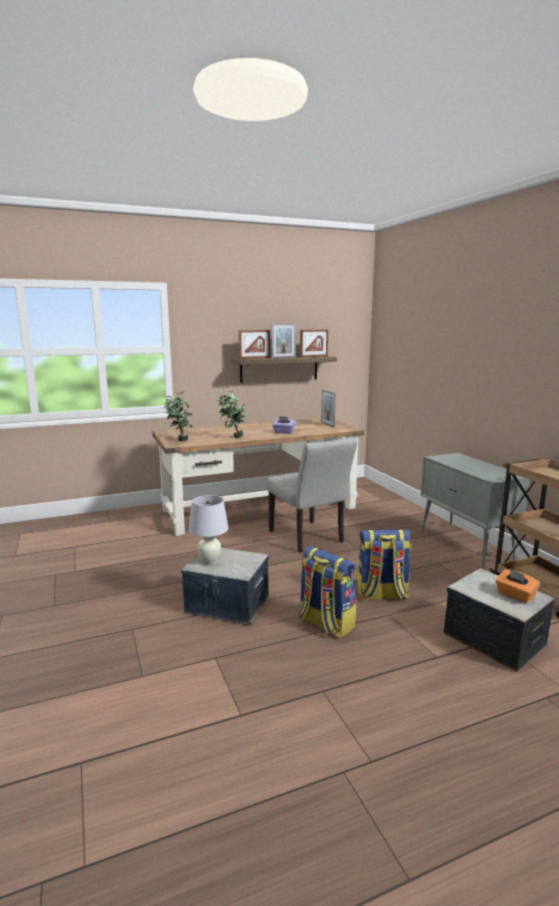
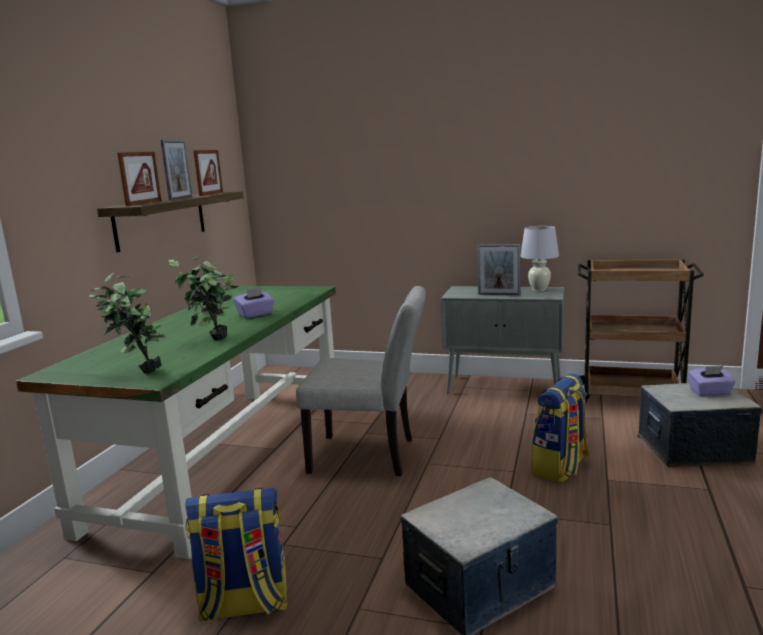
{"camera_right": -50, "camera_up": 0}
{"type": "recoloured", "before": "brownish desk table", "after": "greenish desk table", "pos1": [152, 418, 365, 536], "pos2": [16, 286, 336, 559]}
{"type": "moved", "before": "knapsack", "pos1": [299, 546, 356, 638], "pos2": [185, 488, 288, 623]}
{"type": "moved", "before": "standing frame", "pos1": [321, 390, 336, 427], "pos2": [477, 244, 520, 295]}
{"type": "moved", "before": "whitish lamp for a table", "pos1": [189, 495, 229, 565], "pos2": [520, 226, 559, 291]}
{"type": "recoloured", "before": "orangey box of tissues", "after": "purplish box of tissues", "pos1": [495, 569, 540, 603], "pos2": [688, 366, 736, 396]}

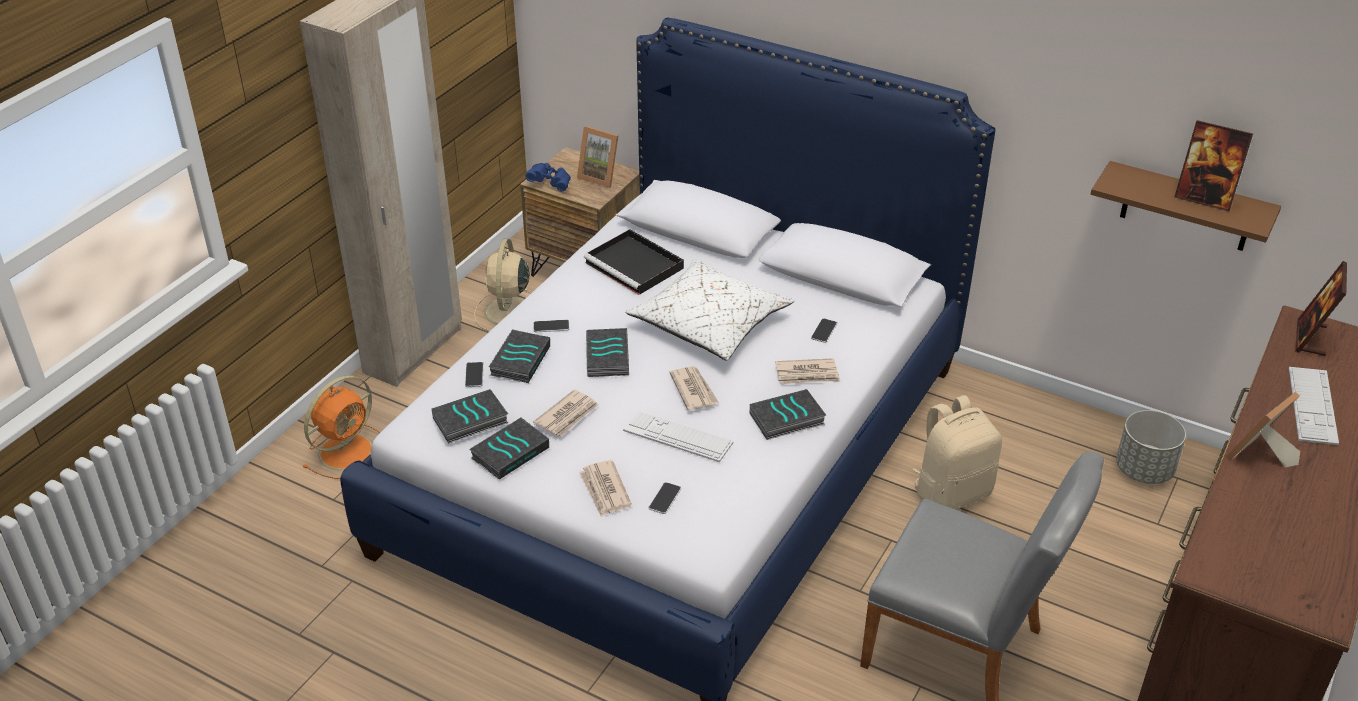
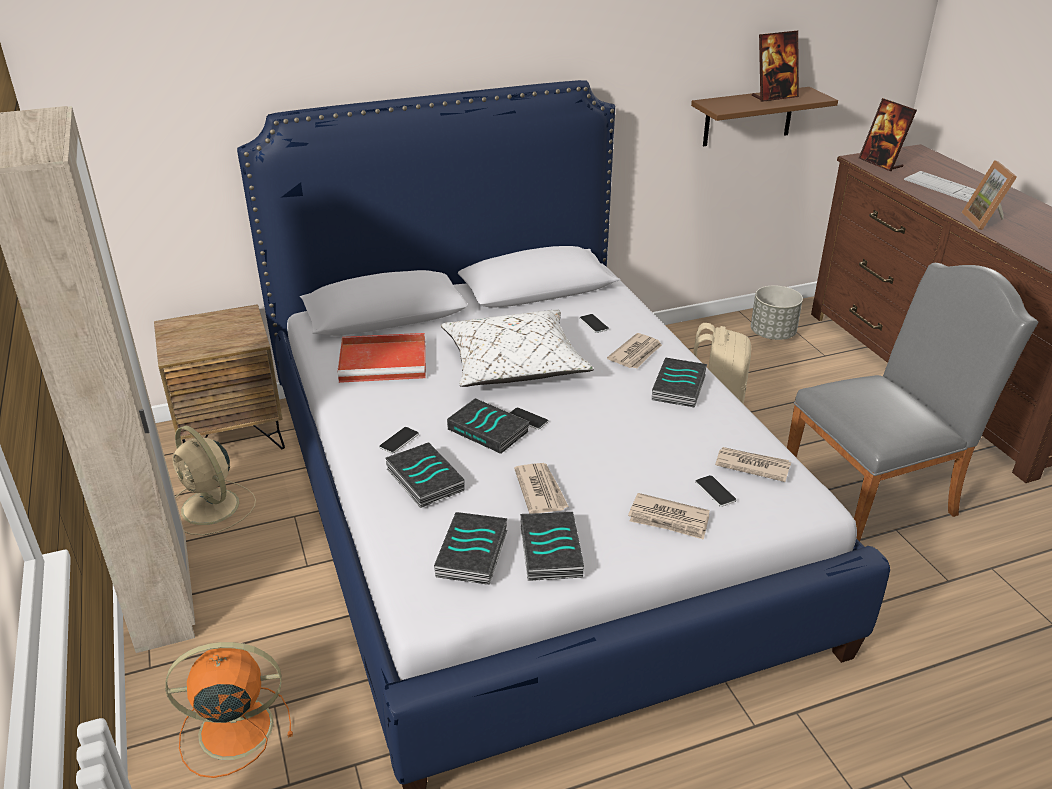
{"camera_right": -50, "camera_up": -5}
{"type": "turned", "before": "orangey fan", "pos1": [303, 375, 380, 479], "pos2": [165, 642, 293, 778], "turn": -90}
{"type": "recoloured", "before": "black-coloured carrying tray", "after": "red carrying tray", "pos1": [584, 229, 684, 295], "pos2": [337, 333, 426, 383]}
{"type": "moved", "before": "telephone", "pos1": [465, 362, 484, 387], "pos2": [510, 407, 549, 430]}
{"type": "moved", "before": "newspaper", "pos1": [669, 366, 719, 411], "pos2": [715, 447, 791, 482]}
{"type": "removed", "before": "blue binoculars", "pos1": [525, 163, 571, 191]}
{"type": "removed", "before": "standing frame", "pos1": [577, 126, 619, 188]}
{"type": "removed", "before": "PC keyboard", "pos1": [623, 411, 734, 462]}

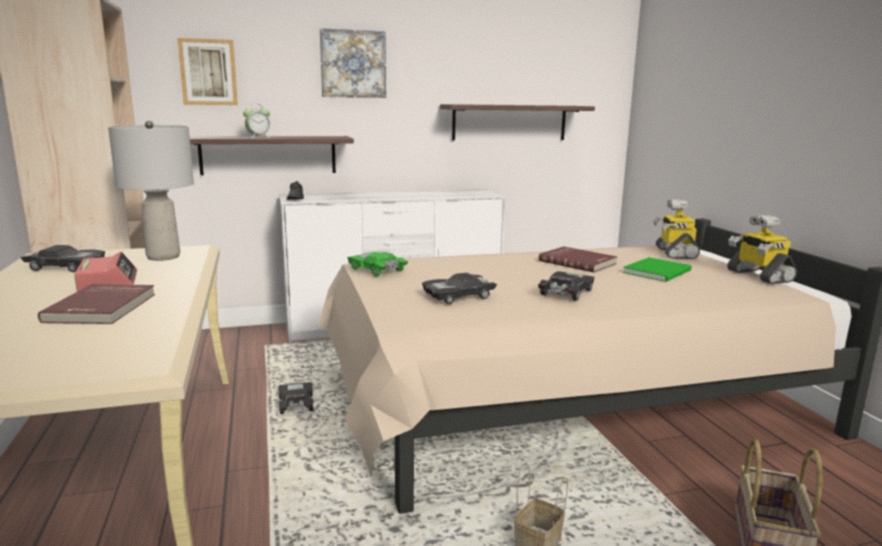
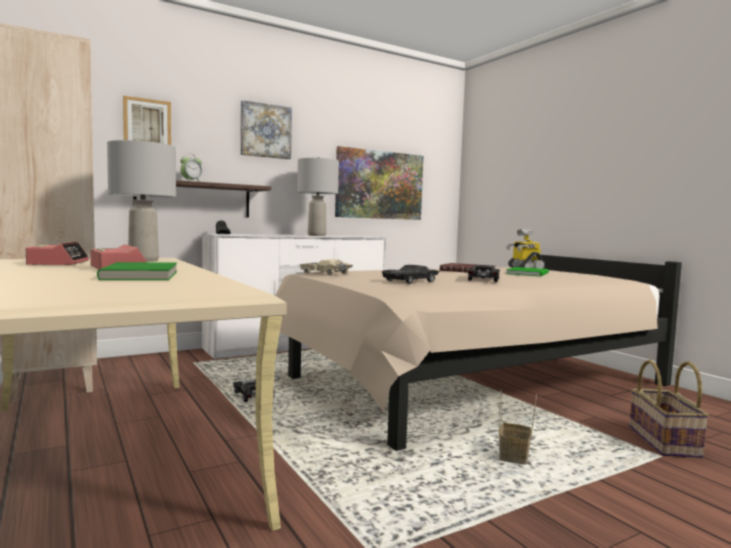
{"camera_right": -15, "camera_up": -10}
{"type": "replaced", "before": "black-coloured toy car", "after": "bedside clock", "pos1": [20, 245, 105, 272], "pos2": [26, 241, 89, 265]}
{"type": "recoloured", "before": "red book", "after": "greenish book", "pos1": [38, 284, 155, 324], "pos2": [97, 262, 177, 280]}
{"type": "added", "after": "grey lamp for a table", "pos2": [297, 157, 339, 236]}
{"type": "recoloured", "before": "greenish toy car", "after": "beige-coloured toy car", "pos1": [347, 252, 408, 277], "pos2": [300, 259, 353, 276]}
{"type": "replaced", "before": "bracket shelf", "after": "picture", "pos1": [440, 104, 595, 140], "pos2": [335, 146, 423, 220]}
{"type": "removed", "before": "toy robot", "pos1": [727, 215, 797, 284]}

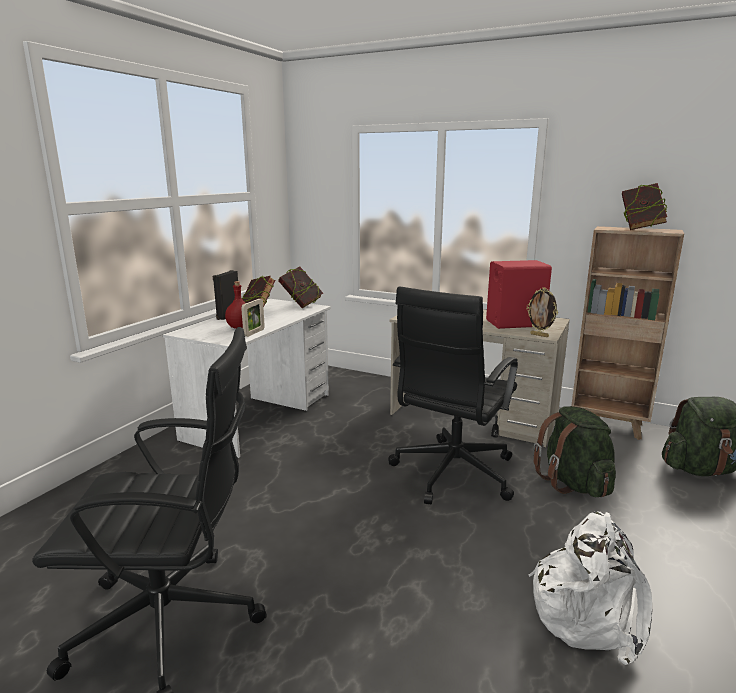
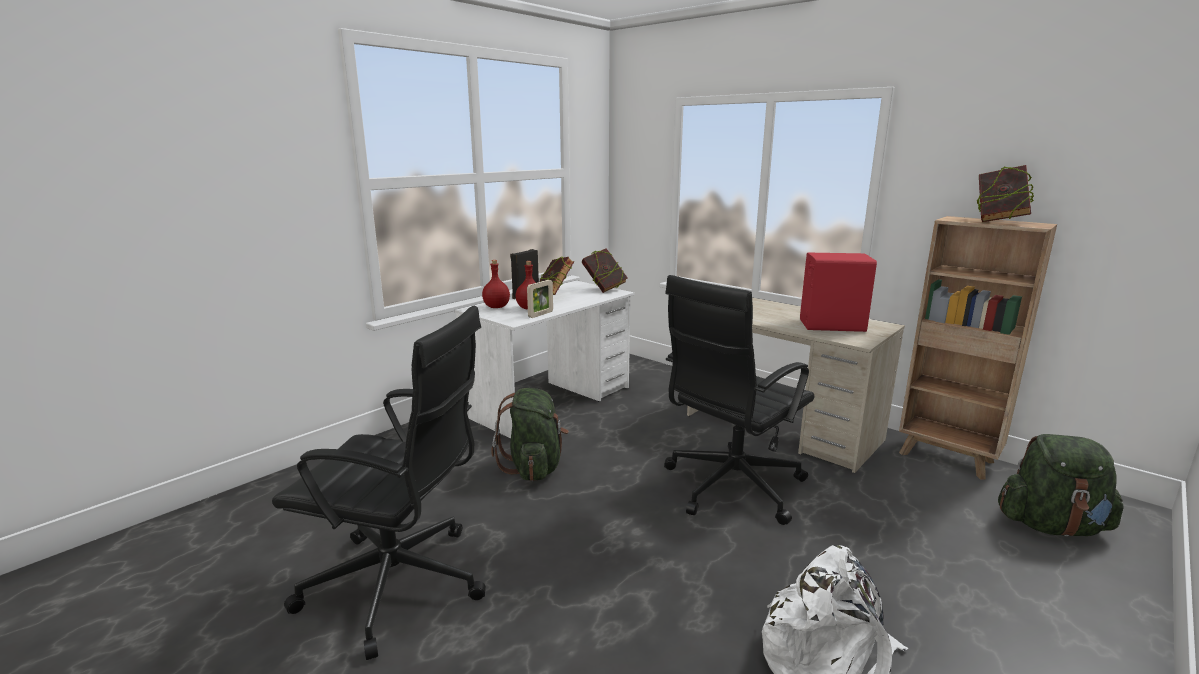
{"camera_right": 15, "camera_up": 0}
{"type": "added", "after": "red beverage bottle", "pos2": [482, 260, 510, 308]}
{"type": "moved", "before": "greenish knapsack", "pos1": [534, 406, 616, 498], "pos2": [491, 388, 569, 481]}
{"type": "removed", "before": "standing frame", "pos1": [526, 287, 558, 337]}

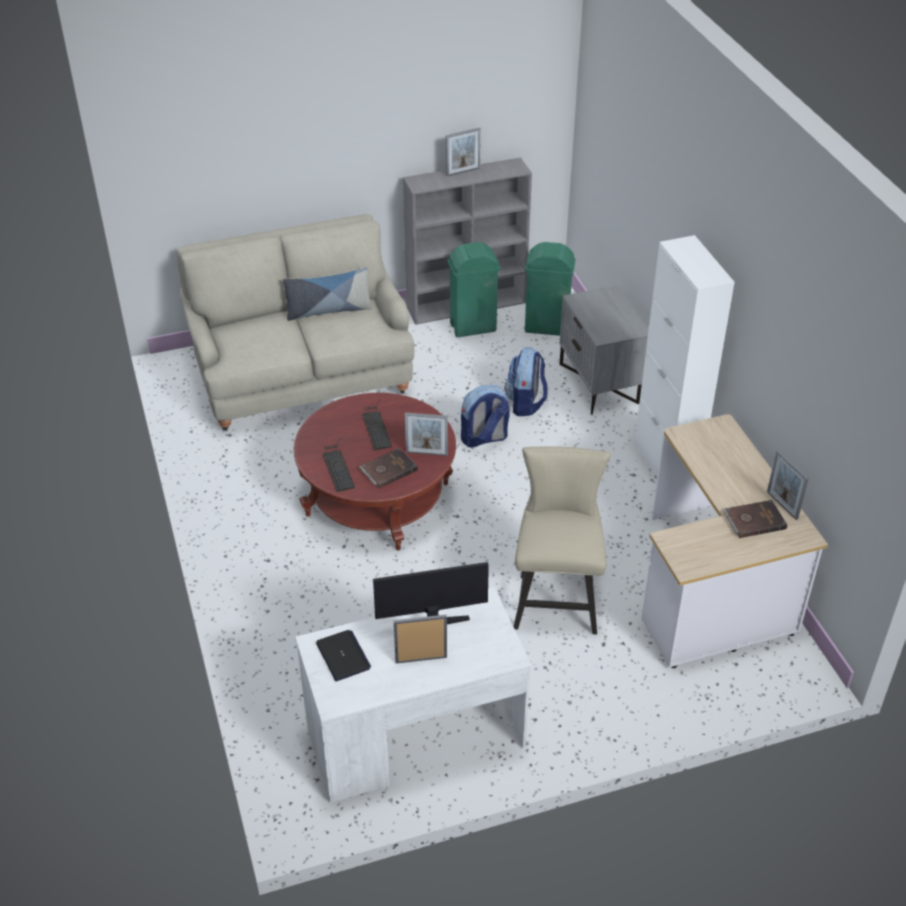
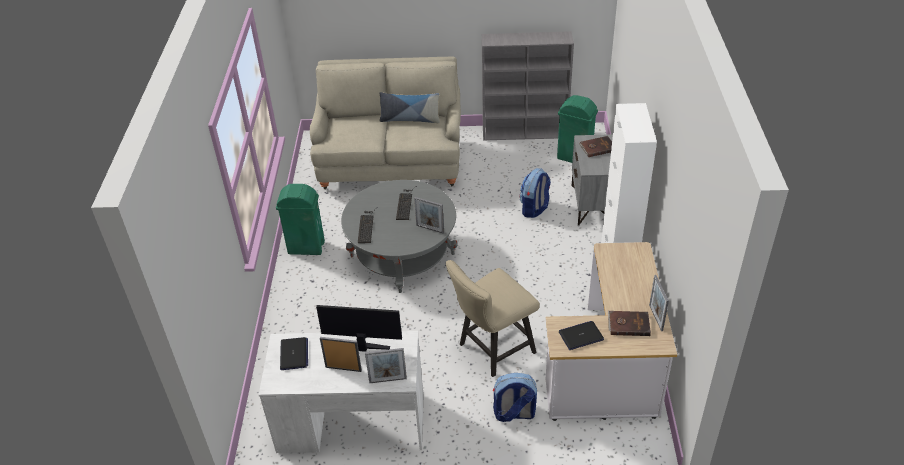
{"camera_right": 20, "camera_up": 0}
{"type": "moved", "before": "greenish rubbish bin", "pos1": [447, 242, 501, 337], "pos2": [276, 184, 325, 255]}
{"type": "recoloured", "before": "red coffee table", "after": "grey coffee table", "pos1": [293, 393, 456, 550], "pos2": [341, 180, 457, 293]}
{"type": "moved", "before": "standing frame", "pos1": [446, 128, 481, 177], "pos2": [365, 348, 407, 384]}
{"type": "turned", "before": "beige-coloured chair", "pos1": [514, 446, 611, 635], "pos2": [446, 260, 540, 377], "turn": -150}
{"type": "moved", "before": "knapsack", "pos1": [461, 385, 510, 448], "pos2": [493, 373, 537, 422]}
{"type": "added", "after": "laptop", "pos2": [559, 321, 604, 350]}
{"type": "moved", "before": "brownish book", "pos1": [359, 448, 418, 488], "pos2": [579, 136, 612, 157]}

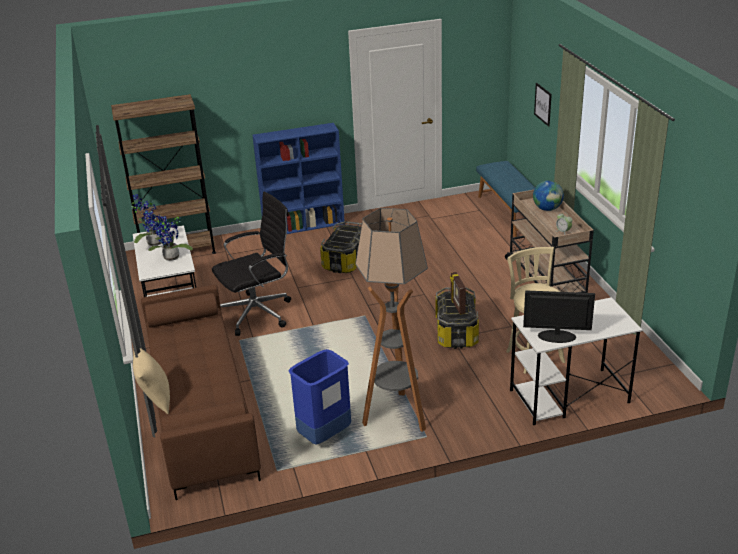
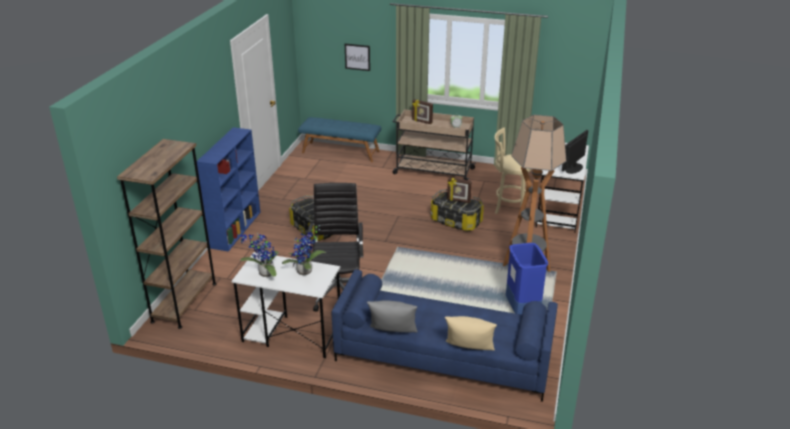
{"camera_right": -60, "camera_up": 0}
{"type": "recoloured", "before": "brownish sofa", "after": "blue sofa", "pos1": [141, 284, 261, 500], "pos2": [331, 269, 558, 402]}
{"type": "added", "after": "grey throw pillow", "pos2": [367, 300, 418, 332]}
{"type": "replaced", "before": "globe", "after": "standing frame", "pos1": [533, 180, 564, 211], "pos2": [412, 99, 433, 124]}

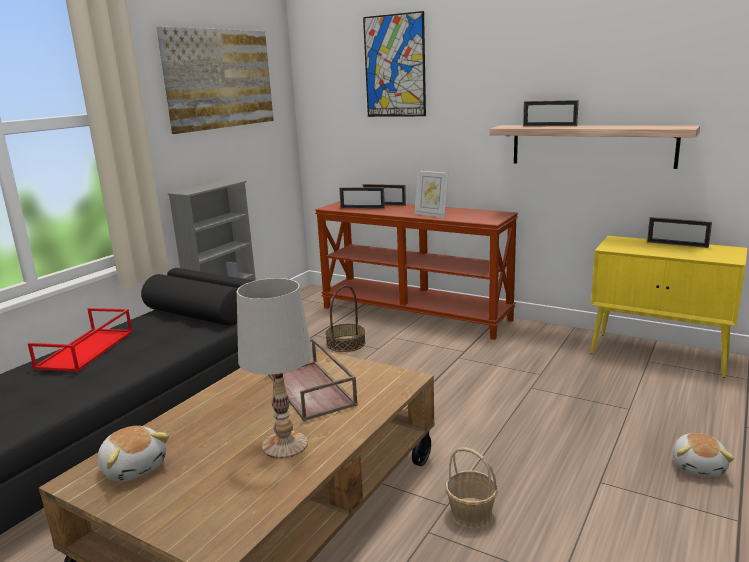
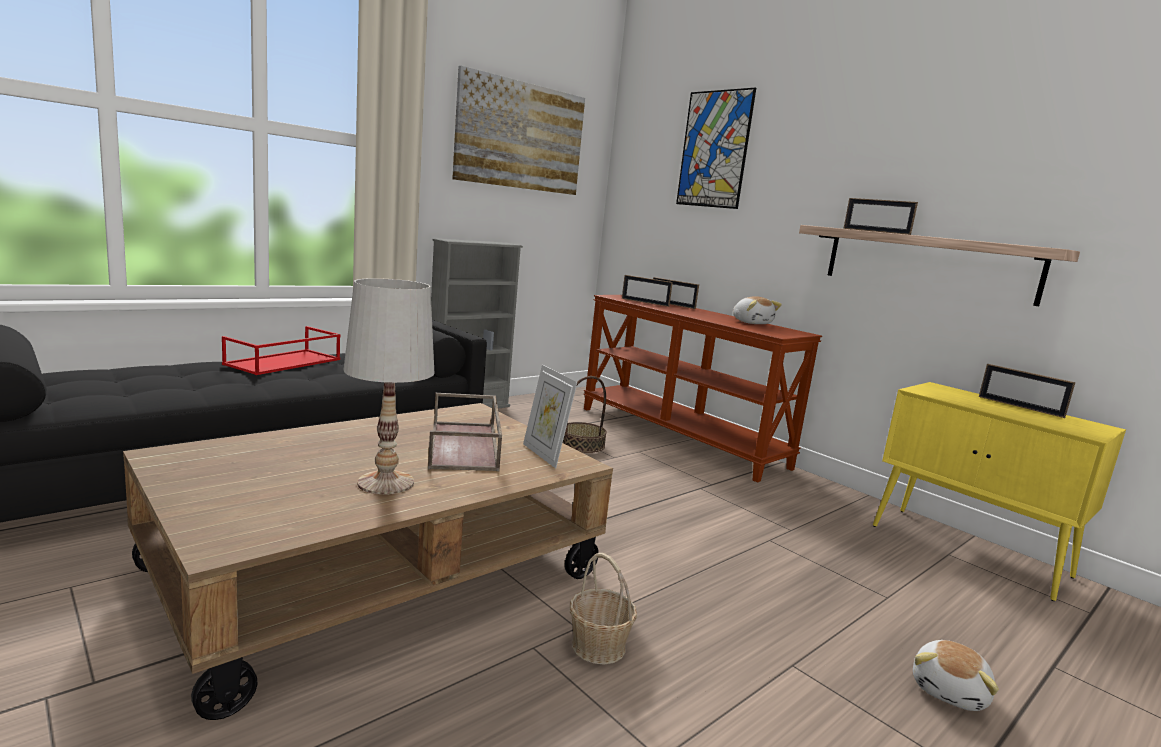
{"camera_right": 15, "camera_up": -5}
{"type": "moved", "before": "standing frame", "pos1": [415, 168, 449, 218], "pos2": [523, 365, 577, 468]}
{"type": "moved", "before": "plush toy", "pos1": [98, 426, 169, 482], "pos2": [733, 296, 782, 324]}

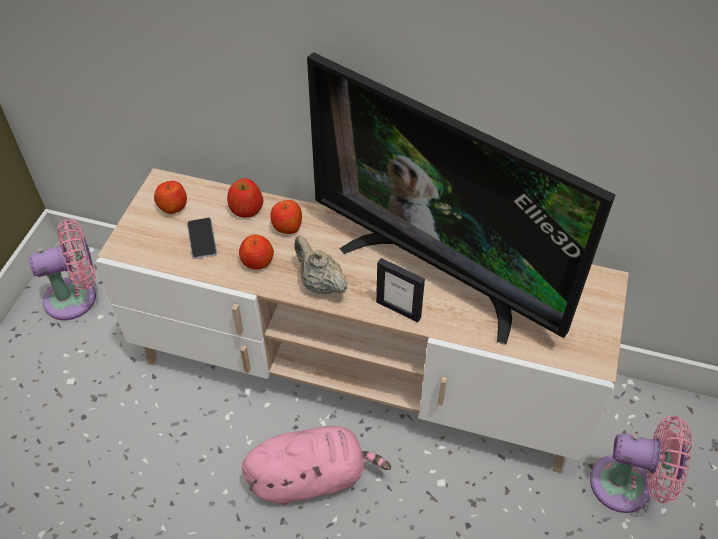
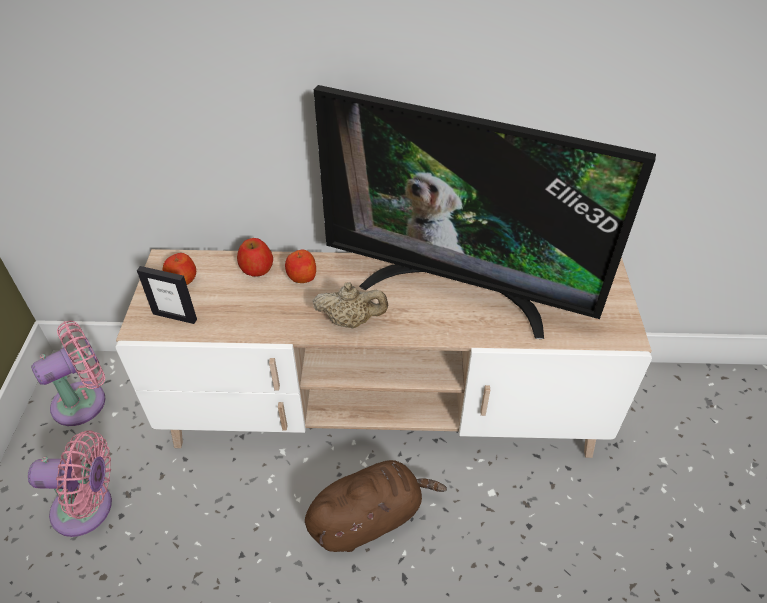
{"camera_right": -15, "camera_up": -5}
{"type": "moved", "before": "pink fan", "pos1": [590, 416, 692, 513], "pos2": [28, 430, 112, 537]}
{"type": "moved", "before": "standing frame", "pos1": [376, 258, 425, 323], "pos2": [137, 266, 197, 324]}
{"type": "recoloured", "before": "pink plush toy", "after": "brownish plush toy", "pos1": [242, 426, 391, 505], "pos2": [305, 460, 447, 552]}
{"type": "turned", "before": "beige-coloured tea pot", "pos1": [294, 236, 348, 294], "pos2": [313, 282, 388, 328], "turn": 150}
{"type": "removed", "before": "telephone", "pos1": [187, 218, 217, 259]}
{"type": "removed", "before": "apple fruit", "pos1": [239, 235, 274, 270]}

